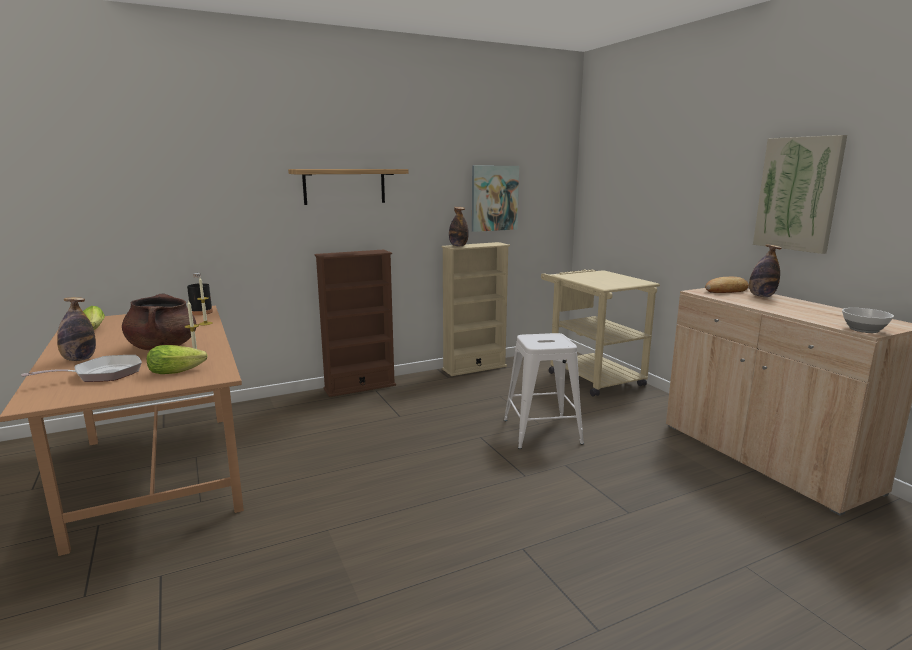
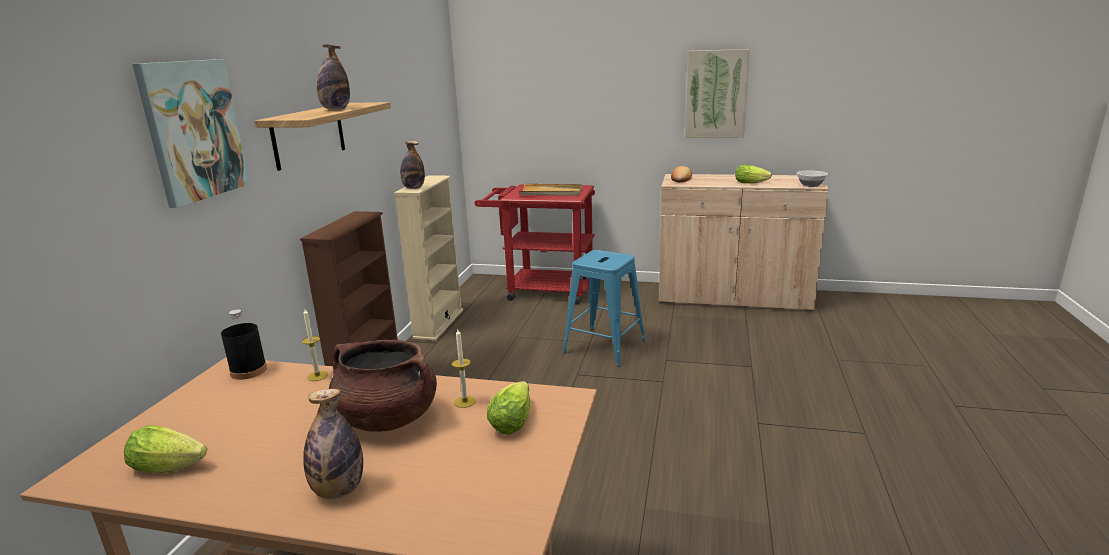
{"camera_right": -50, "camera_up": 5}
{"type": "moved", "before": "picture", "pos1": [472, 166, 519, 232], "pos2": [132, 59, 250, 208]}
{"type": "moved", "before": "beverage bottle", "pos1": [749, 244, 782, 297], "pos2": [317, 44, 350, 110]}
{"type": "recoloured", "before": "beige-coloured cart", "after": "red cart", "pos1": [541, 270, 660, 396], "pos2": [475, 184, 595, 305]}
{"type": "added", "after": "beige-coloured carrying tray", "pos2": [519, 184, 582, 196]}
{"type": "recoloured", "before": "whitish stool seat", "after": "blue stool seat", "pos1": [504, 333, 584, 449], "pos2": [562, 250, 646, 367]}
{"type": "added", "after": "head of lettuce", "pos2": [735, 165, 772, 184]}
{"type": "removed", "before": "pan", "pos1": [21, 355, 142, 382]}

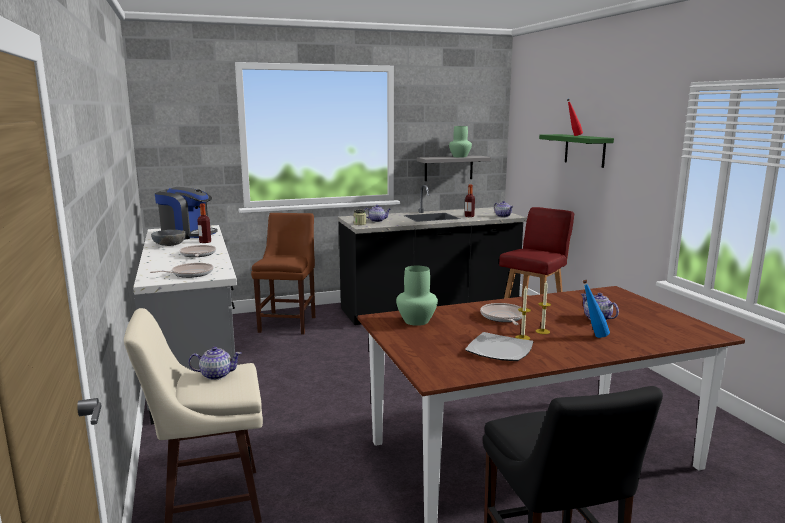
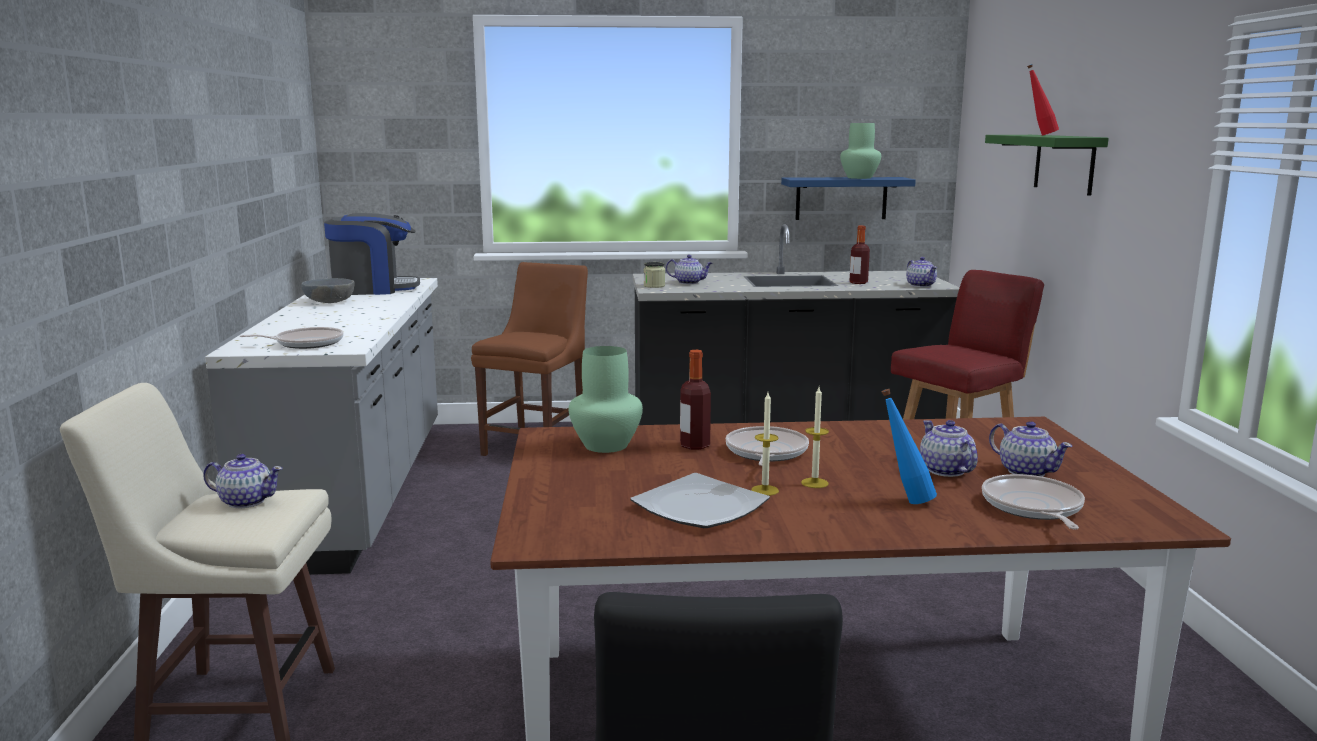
{"camera_right": 15, "camera_up": 0}
{"type": "turned", "before": "coffee maker", "pos1": [155, 187, 218, 240], "pos2": [324, 213, 420, 295], "turn": -45}
{"type": "moved", "before": "beverage bottle", "pos1": [198, 203, 211, 243], "pos2": [680, 350, 711, 450]}
{"type": "recoloured", "before": "grey bracket shelf", "after": "blue bracket shelf", "pos1": [417, 156, 491, 181], "pos2": [781, 177, 916, 220]}
{"type": "moved", "before": "pan", "pos1": [179, 245, 216, 257], "pos2": [982, 474, 1085, 529]}
{"type": "added", "after": "tea pot", "pos2": [989, 421, 1072, 477]}

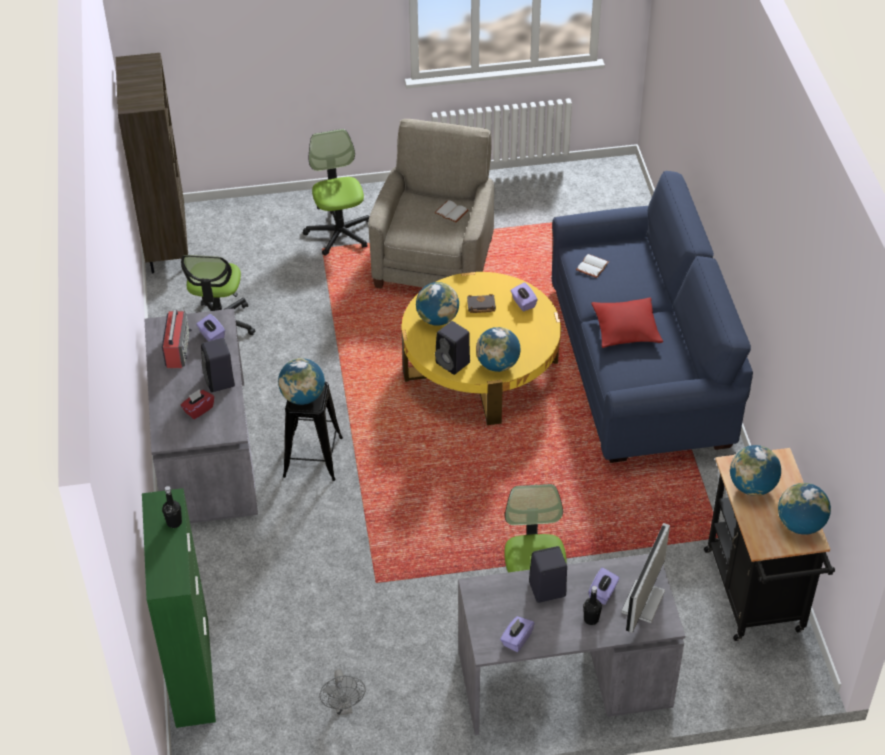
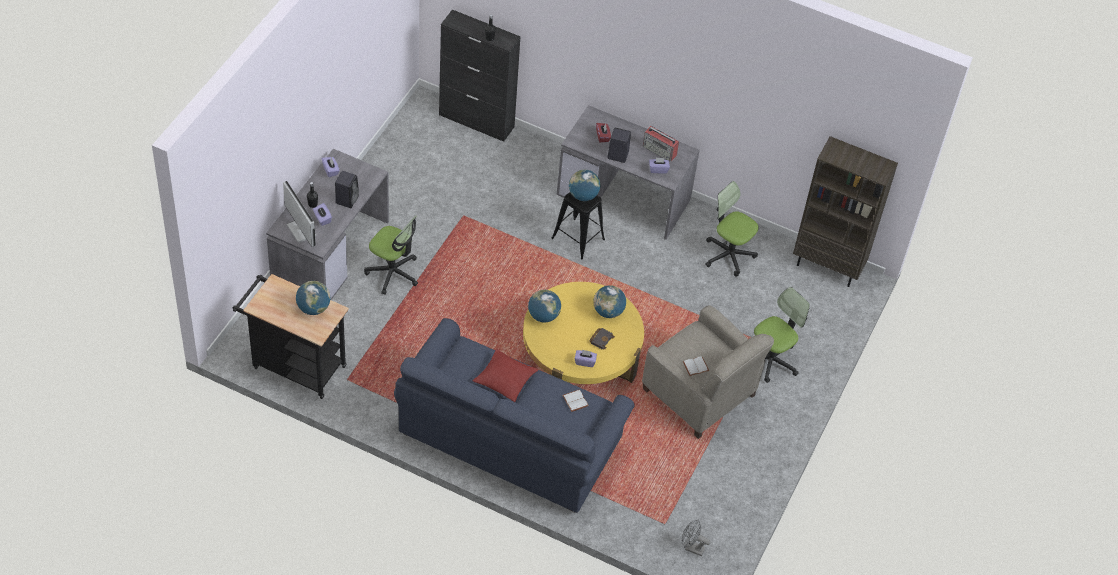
{"camera_right": 120, "camera_up": 5}
{"type": "recoloured", "before": "greenish storage cabinet", "after": "black-coloured storage cabinet", "pos1": [142, 488, 216, 728], "pos2": [439, 10, 521, 142]}
{"type": "moved", "before": "grey fan", "pos1": [319, 669, 365, 716], "pos2": [682, 520, 711, 556]}
{"type": "turned", "before": "office chair", "pos1": [303, 129, 369, 256], "pos2": [754, 287, 810, 383], "turn": -60}
{"type": "removed", "before": "black-coloured audio speaker", "pos1": [435, 321, 470, 375]}
{"type": "removed", "before": "globe", "pos1": [778, 483, 831, 535]}

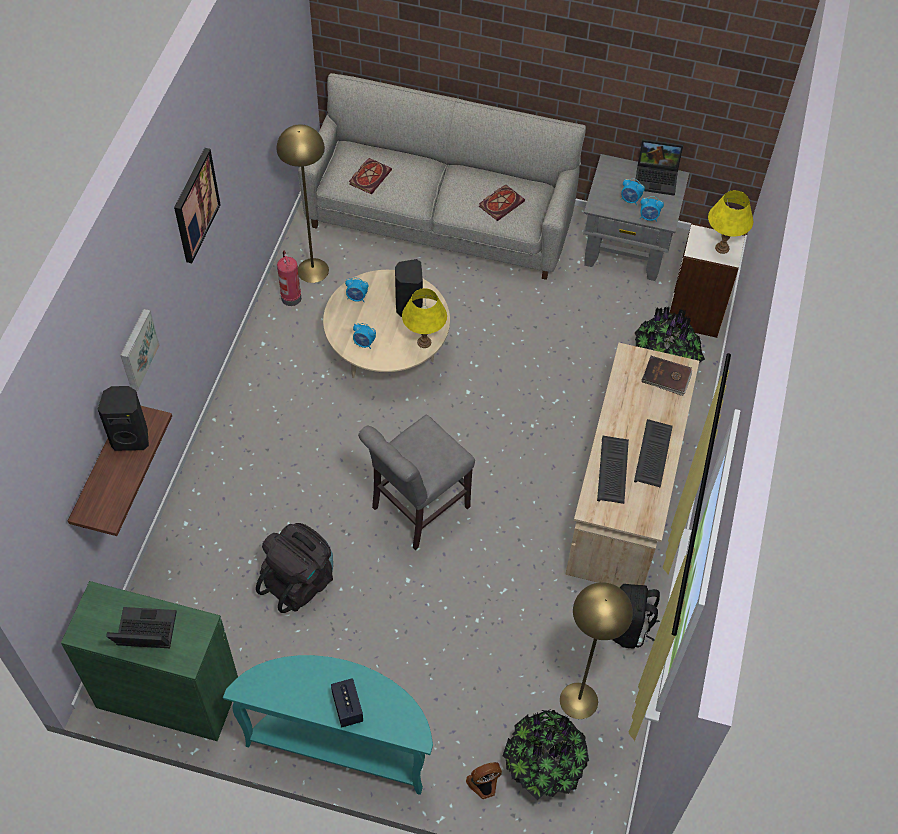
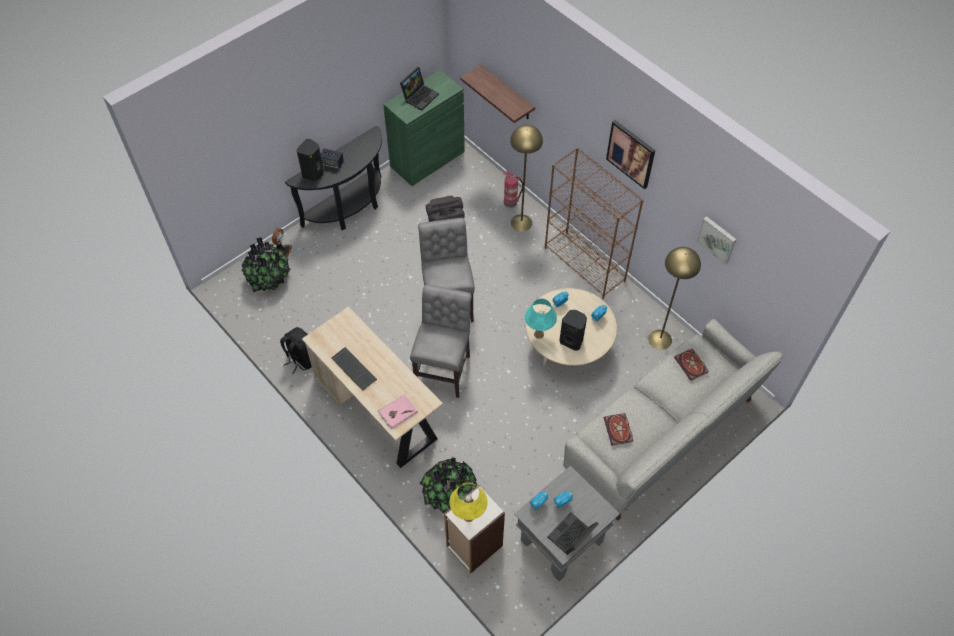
{"camera_right": 125, "camera_up": 0}
{"type": "recoloured", "before": "turquoise narrow table", "after": "black-coloured narrow table", "pos1": [223, 655, 433, 795], "pos2": [285, 125, 382, 230]}
{"type": "moved", "before": "black-coloured audio speaker", "pos1": [98, 386, 149, 451], "pos2": [296, 139, 324, 181]}
{"type": "recoloured", "before": "brownish book", "after": "pink book", "pos1": [641, 356, 692, 396], "pos2": [378, 394, 418, 429]}
{"type": "added", "after": "grey chair", "pos2": [410, 284, 472, 398]}
{"type": "moved", "before": "fire-fighting cylinder", "pos1": [277, 251, 301, 306], "pos2": [503, 171, 523, 208]}
{"type": "moved", "before": "yellow-coloured floor lamp", "pos1": [560, 582, 633, 719], "pos2": [510, 125, 543, 232]}
{"type": "recoloured", "before": "yellow-coloured lamp for a table", "after": "turquoise lamp for a table", "pos1": [402, 288, 447, 348], "pos2": [525, 299, 557, 339]}
{"type": "added", "after": "brownish shelving unit", "pos2": [545, 147, 644, 299]}
{"type": "moved", "before": "picture", "pos1": [120, 309, 160, 391], "pos2": [696, 216, 737, 265]}
{"type": "removed", "before": "PC keyboard", "pos1": [597, 436, 629, 504]}

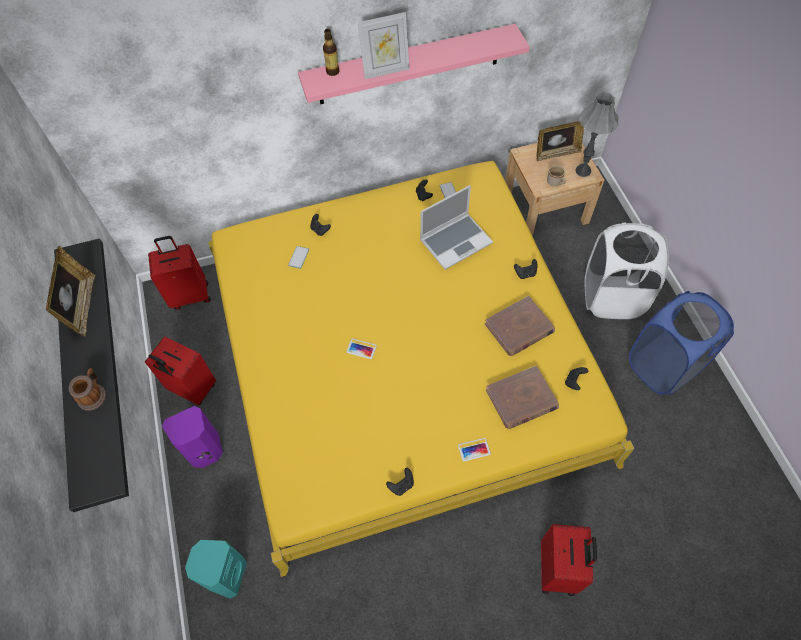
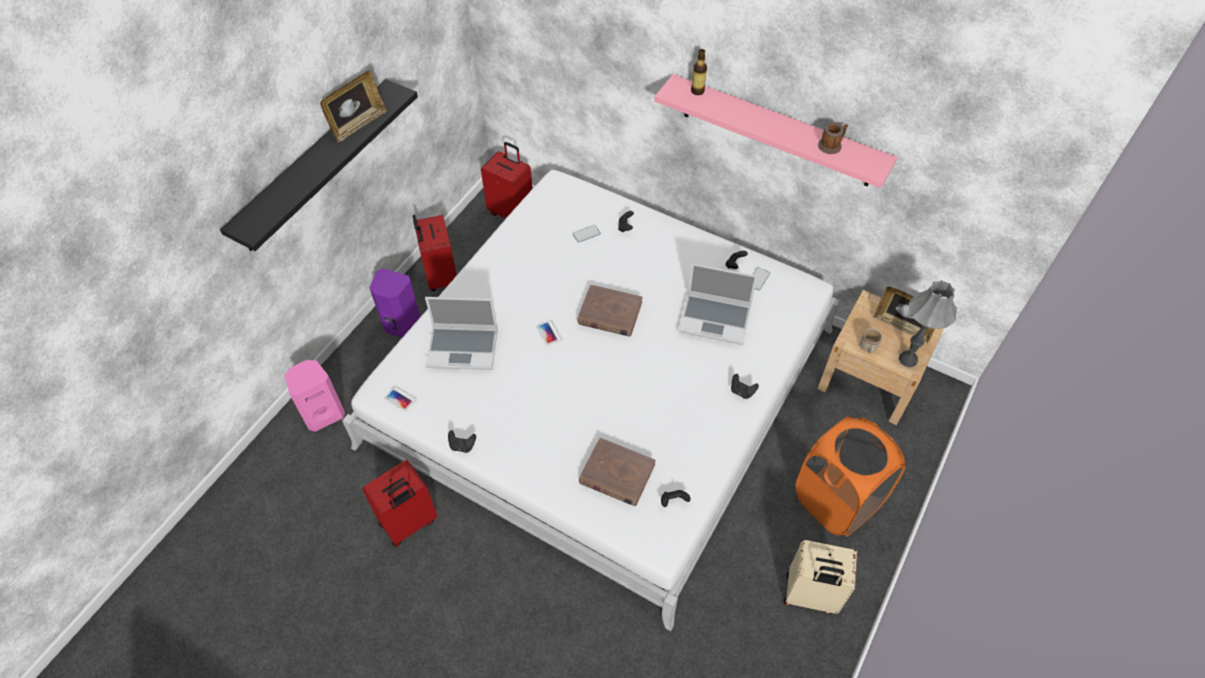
{"camera_right": 45, "camera_up": -5}
{"type": "recoloured", "before": "turquoise audio speaker", "after": "pink audio speaker", "pos1": [185, 540, 247, 599], "pos2": [284, 360, 345, 432]}
{"type": "recoloured", "before": "yellow-coloured bedroom bed", "after": "whitish bedroom bed", "pos1": [208, 161, 634, 577], "pos2": [342, 170, 840, 631]}
{"type": "moved", "before": "red suitcase", "pos1": [541, 524, 597, 596], "pos2": [362, 460, 437, 547]}
{"type": "moved", "before": "telephone", "pos1": [458, 438, 491, 461], "pos2": [384, 386, 417, 412]}
{"type": "added", "after": "laptop", "pos2": [425, 297, 498, 370]}
{"type": "moved", "before": "brownish book", "pos1": [485, 296, 555, 356], "pos2": [577, 285, 643, 337]}
{"type": "replaced", "before": "blue hamper", "after": "beige-coloured suitcase", "pos1": [629, 291, 734, 395], "pos2": [784, 540, 857, 614]}
{"type": "recoloured", "before": "whitish hamper", "after": "orangey hamper", "pos1": [584, 222, 669, 319], "pos2": [795, 416, 905, 537]}
{"type": "moved", "before": "coffee mug", "pos1": [68, 368, 106, 411], "pos2": [818, 122, 848, 154]}
{"type": "removed", "before": "standing frame", "pos1": [358, 12, 409, 79]}

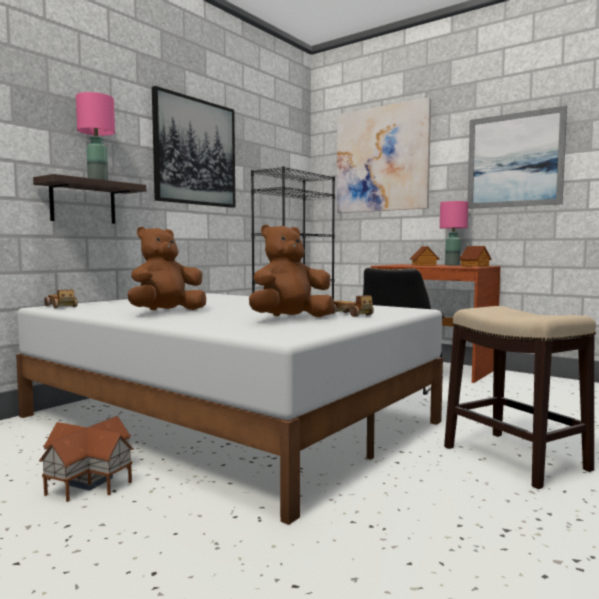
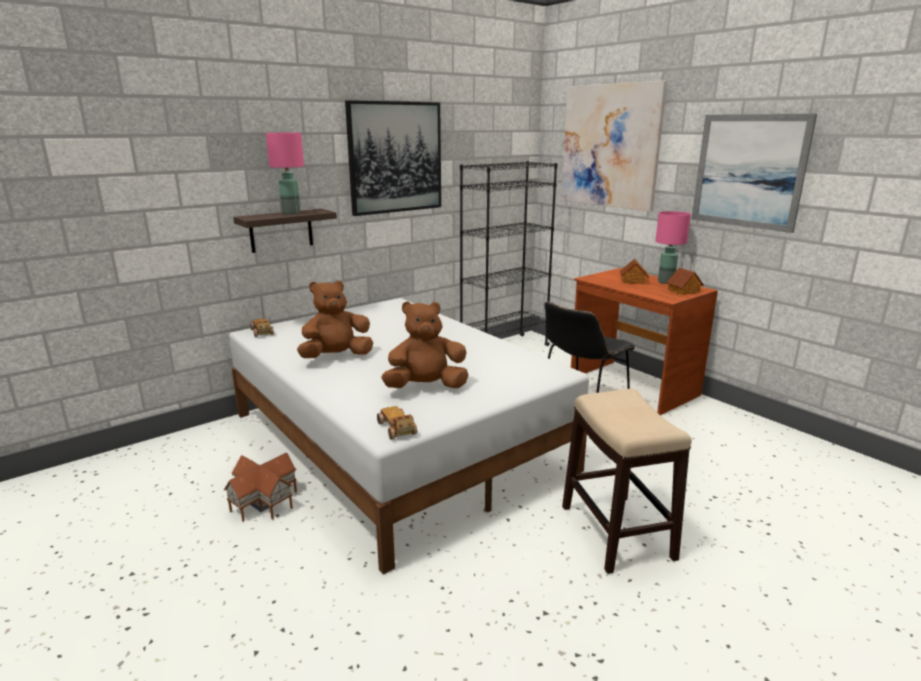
{"camera_right": 15, "camera_up": 15}
{"type": "moved", "before": "toy car", "pos1": [331, 295, 374, 317], "pos2": [377, 406, 417, 440]}

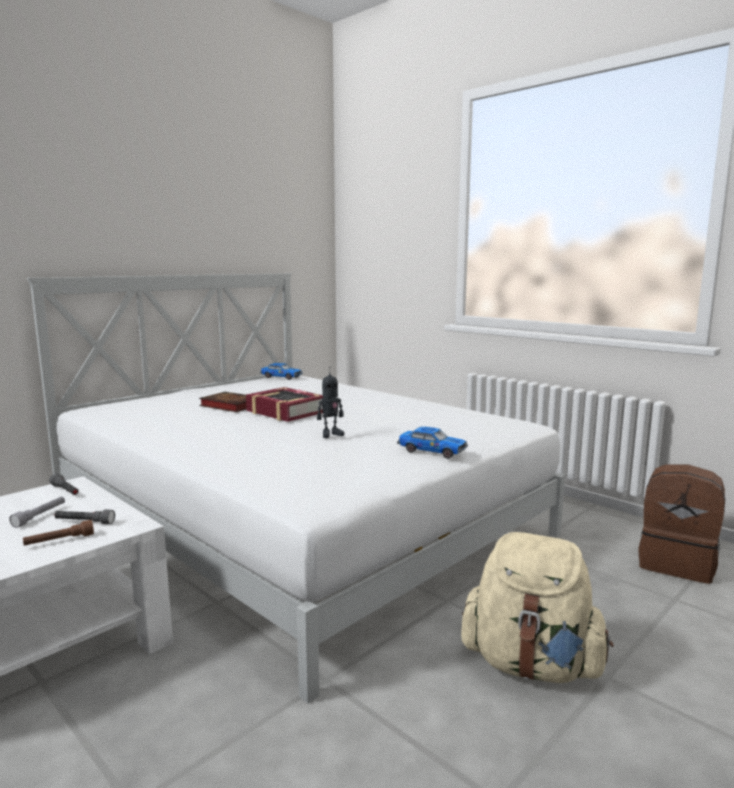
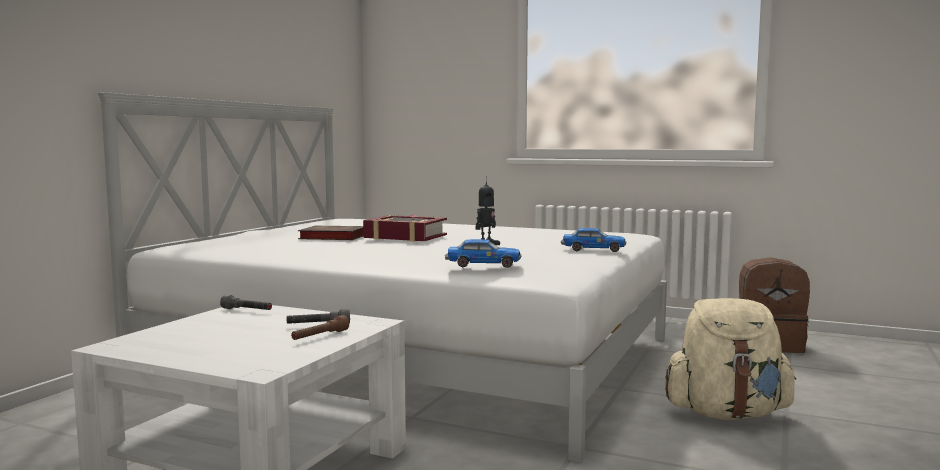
{"camera_right": -20, "camera_up": -5}
{"type": "moved", "before": "toy car", "pos1": [260, 363, 303, 380], "pos2": [445, 239, 521, 268]}
{"type": "removed", "before": "grey hand torch", "pos1": [9, 497, 65, 528]}

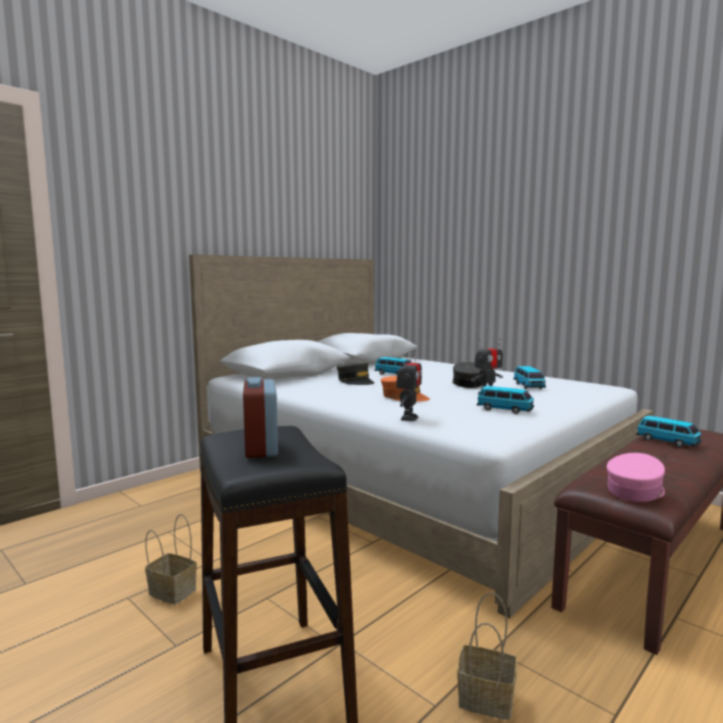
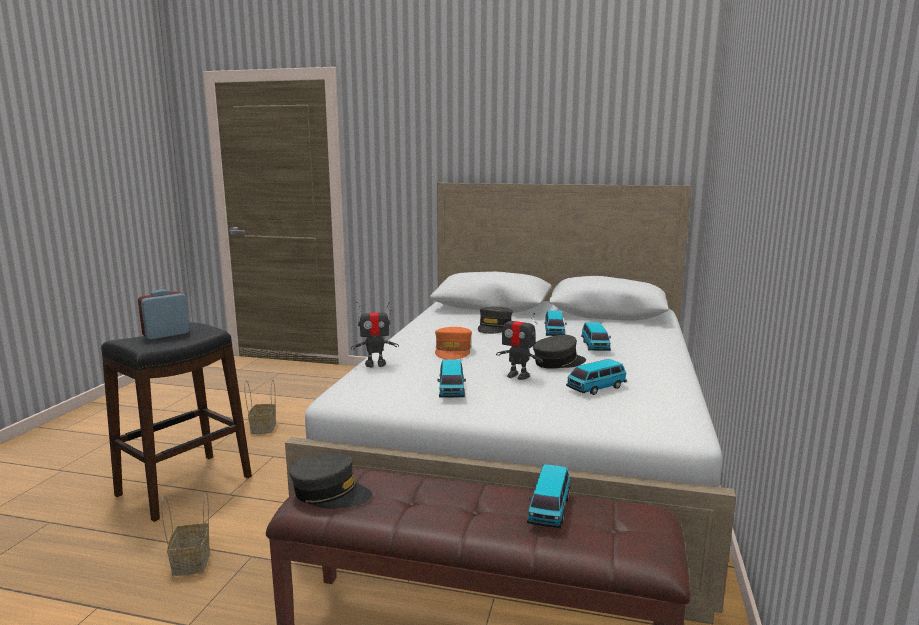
{"camera_right": 60, "camera_up": 5}
{"type": "recoloured", "before": "pink baseball cap", "after": "grey baseball cap", "pos1": [607, 453, 665, 502], "pos2": [289, 454, 372, 509]}
{"type": "added", "after": "toy car", "pos2": [581, 322, 611, 351]}

